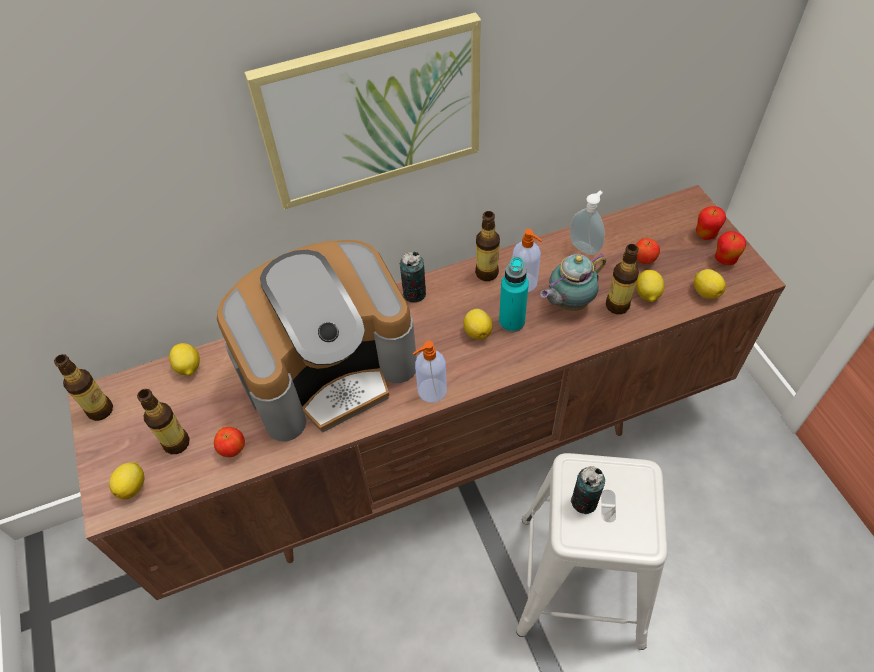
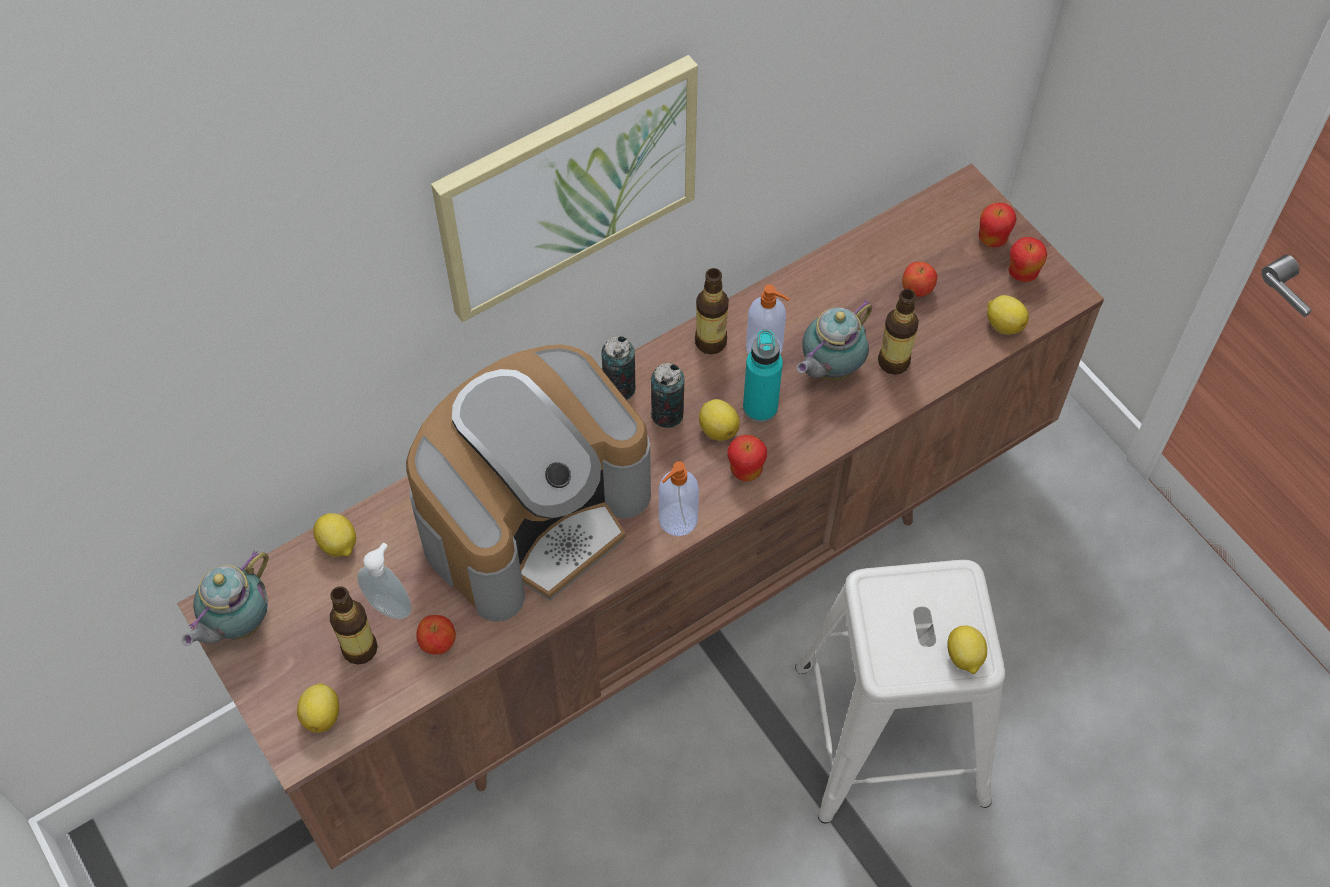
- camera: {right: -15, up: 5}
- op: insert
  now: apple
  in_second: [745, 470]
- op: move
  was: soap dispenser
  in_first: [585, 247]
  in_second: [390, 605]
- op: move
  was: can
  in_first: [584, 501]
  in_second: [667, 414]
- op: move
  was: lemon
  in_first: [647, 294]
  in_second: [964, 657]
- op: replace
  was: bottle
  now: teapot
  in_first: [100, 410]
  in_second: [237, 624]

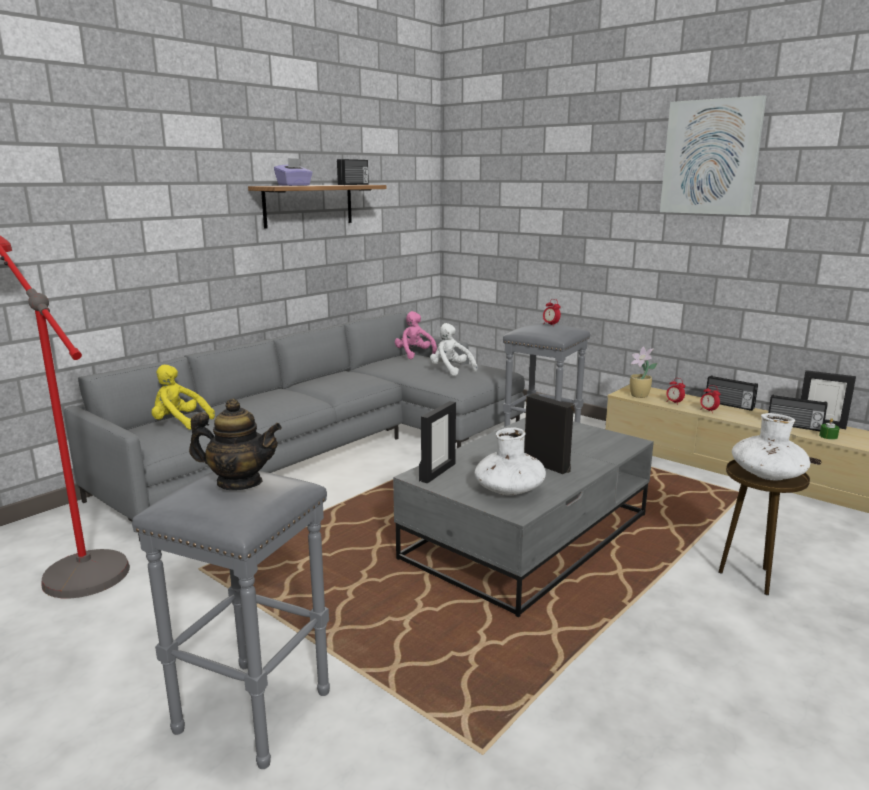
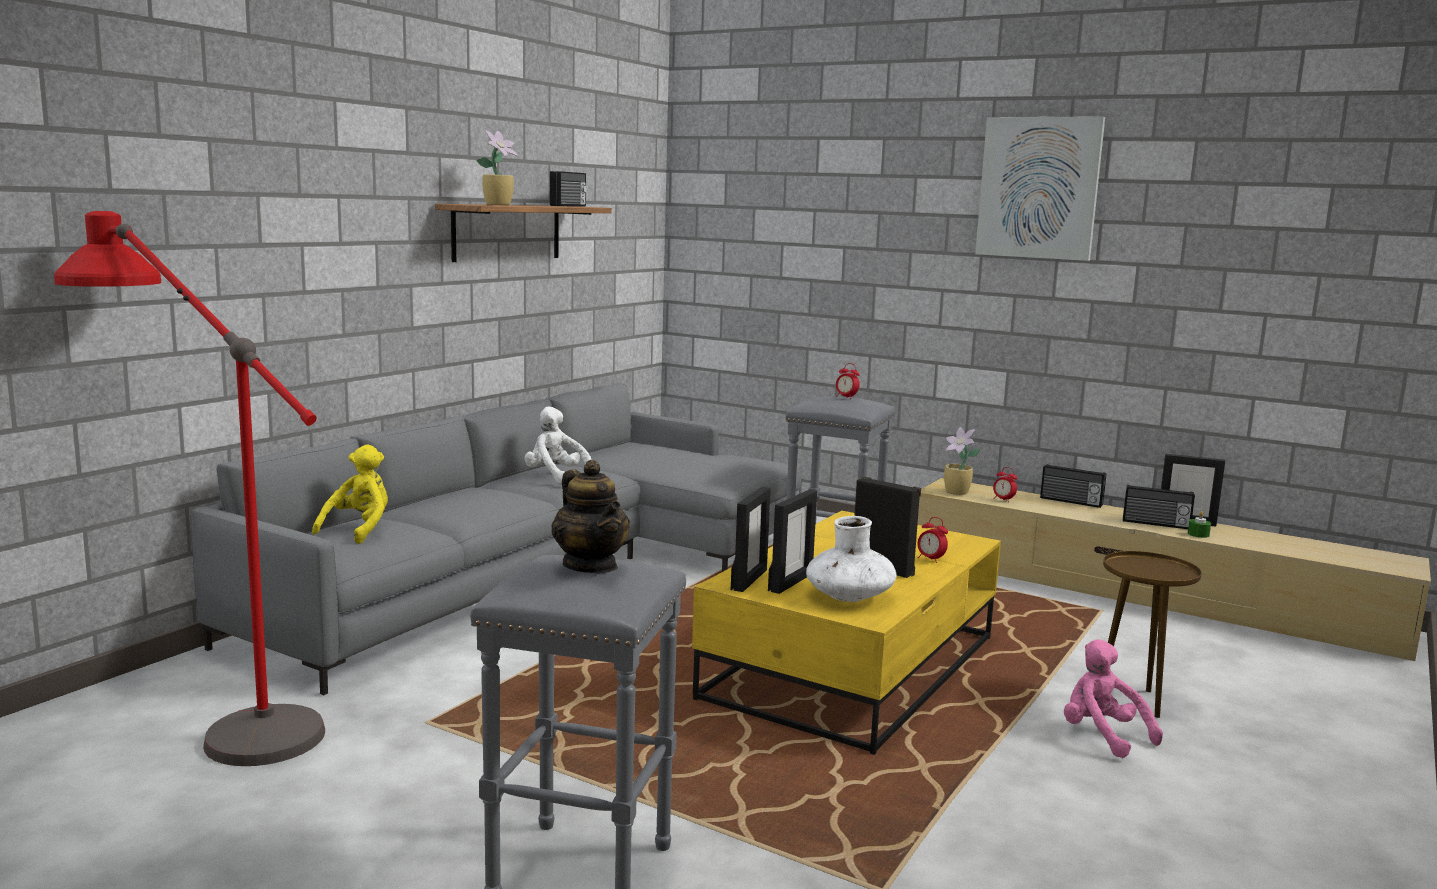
- camera: {right: -10, up: -5}
- op: delete
  was: vase/white
  in_first: [767, 475]
- op: insert
  now: picture frame
  in_second: [790, 582]
- op: move
  was: plush toy/pink
  in_first: [414, 355]
  in_second: [1102, 735]
- op: move
  was: plush toy/white
  in_first: [450, 370]
  in_second: [556, 477]
- op: move
  was: alarm clock
  in_first: [708, 411]
  in_second: [930, 559]
- op: replace
  was: tissue box/purple
  now: potted plant
  in_first: [294, 185]
  in_second: [499, 205]
- op: recolor
  was: coffee table/grey
  now: coffee table/yellow
  in_first: [528, 535]
  in_second: [852, 667]
- op: rotate
  was: plush toy/yellow
  in_first: [179, 423]
  in_second: [359, 530]
  clockwise: 105
- op: rotate
  was: teapot
  in_first: [239, 482]
  in_second: [590, 566]
  clockwise: 60

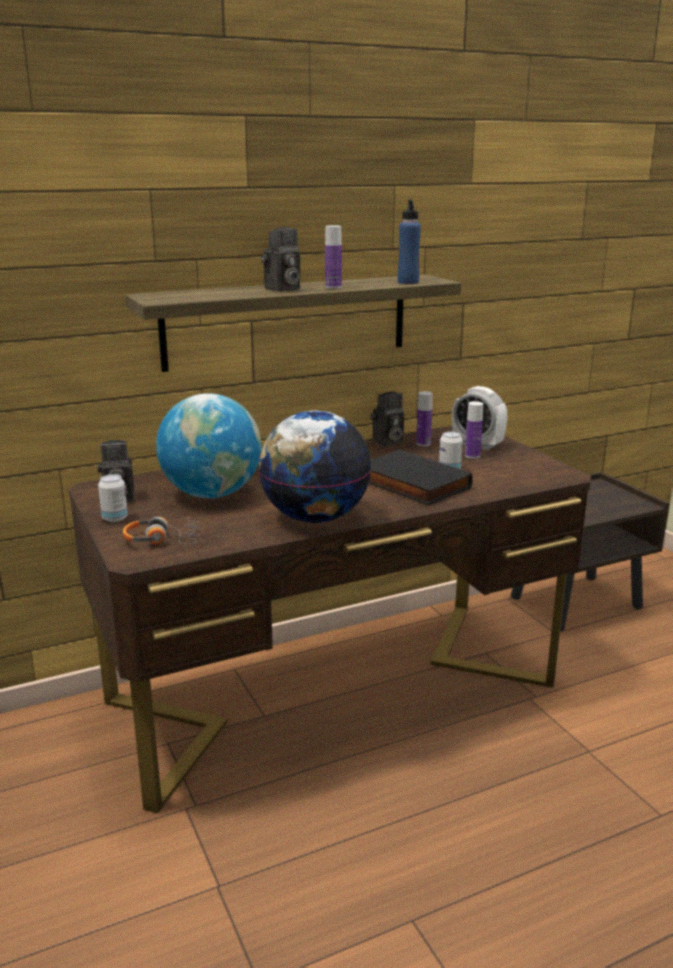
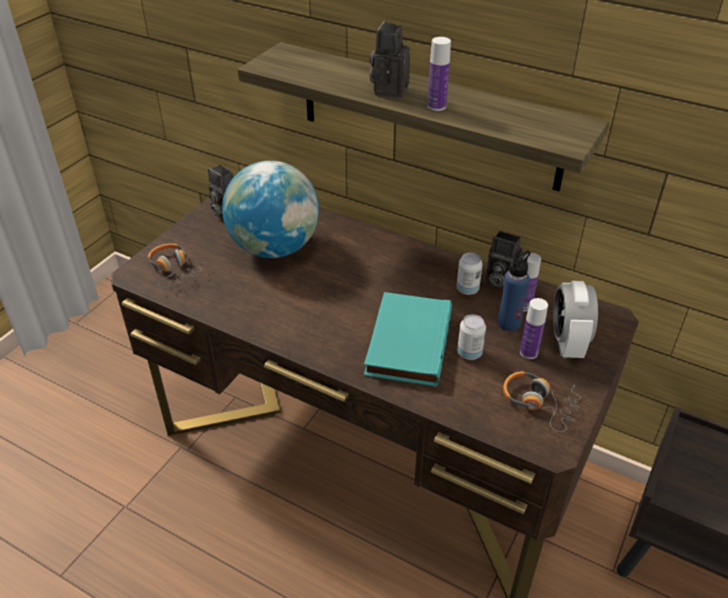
- camera: {right: 55, up: 20}
- op: delete
  was: globe
  in_first: [314, 518]
- op: insert
  now: headphones
  in_second: [539, 404]
- op: move
  was: can
  in_first: [115, 518]
  in_second: [467, 289]
- op: move
  was: bottle/blue
  in_first: [408, 282]
  in_second: [509, 323]
- op: recolor
  was: book/black
  now: book/turquoise
  in_first: [410, 484]
  in_second: [406, 342]
- op: rotate
  was: photo camera
  in_first: [282, 289]
  in_second: [389, 89]
  clockwise: 90

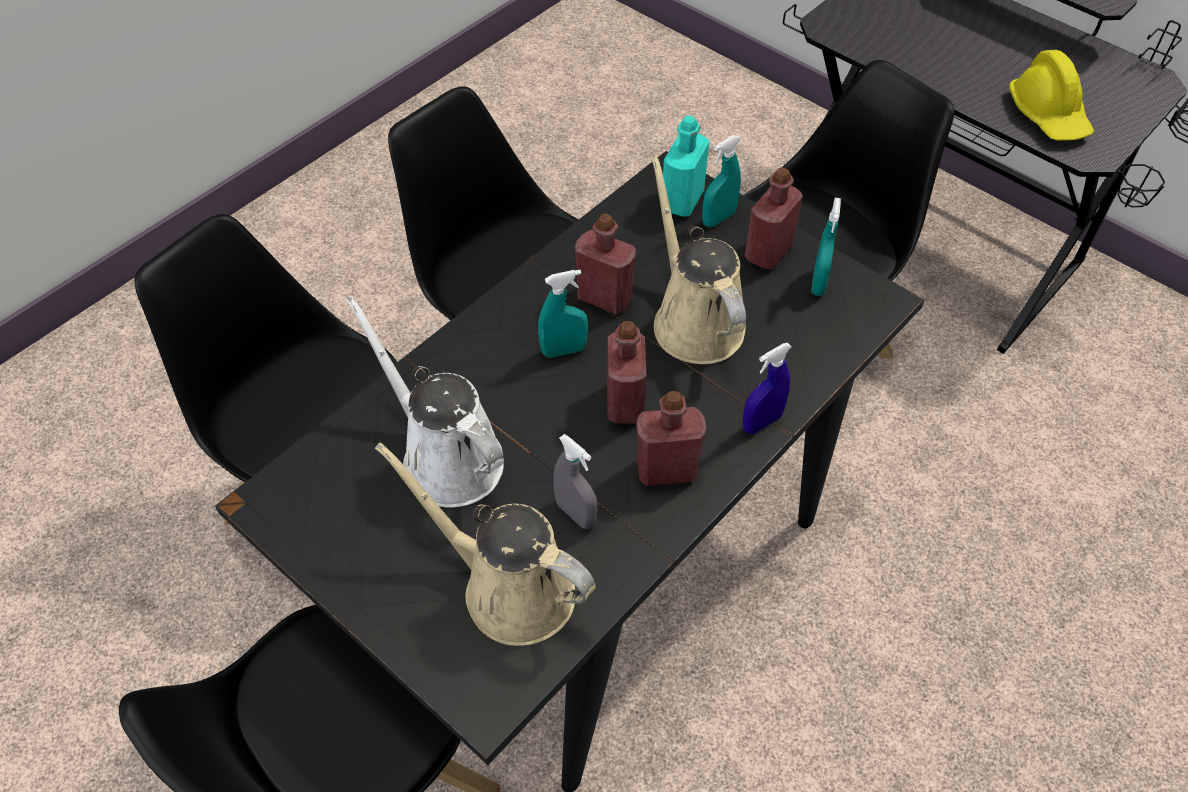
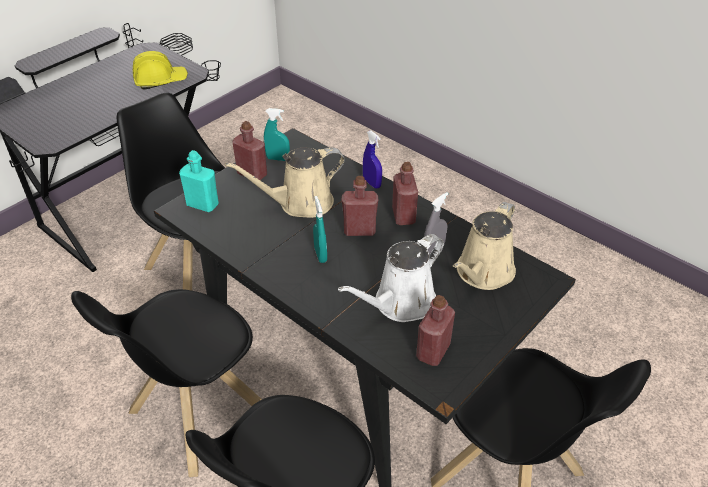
- camera: {right: -90, up: -10}
- op: delete
  was: spray bottle/turquoise
  in_first: [718, 218]
- op: move
  was: bottle/red
  in_first: [604, 298]
  in_second: [433, 351]

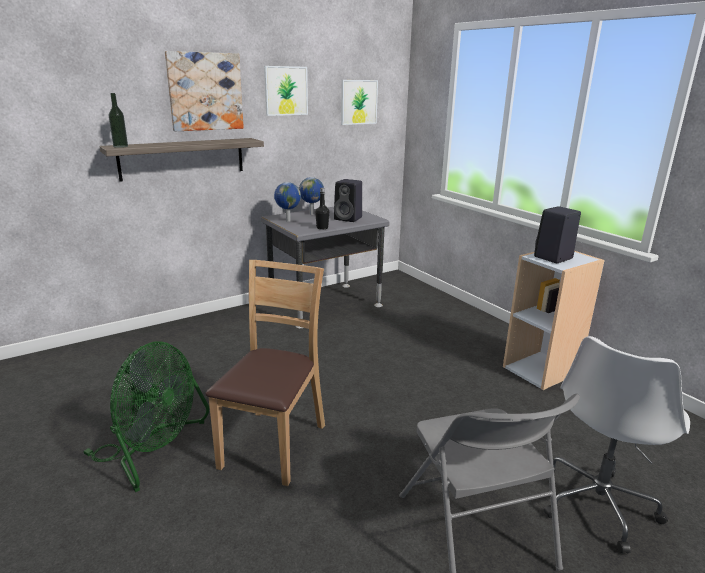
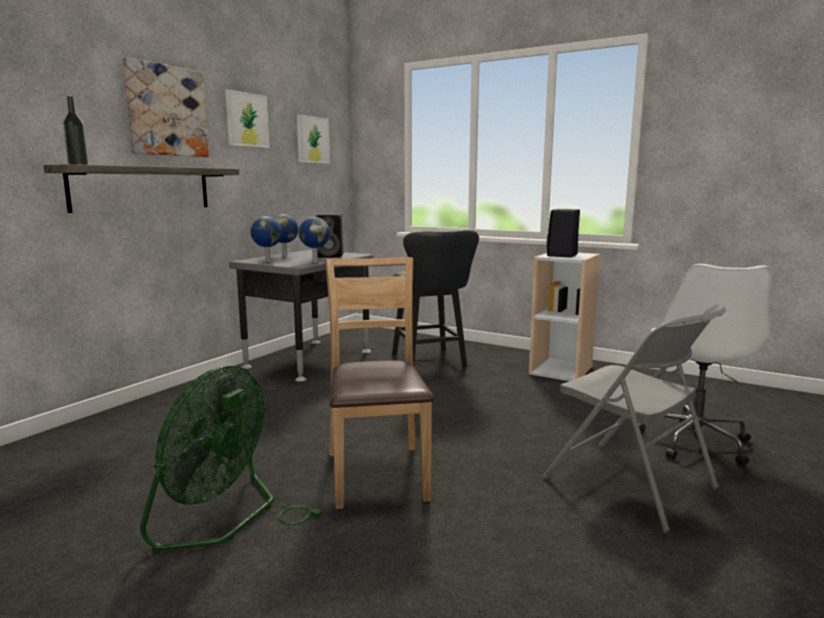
- camera: {right: -25, up: -10}
- op: insert
  now: stool/grey
  in_second: [431, 363]
- op: replace
  was: bottle/black
  now: globe
  in_first: [322, 228]
  in_second: [315, 262]
- op: rotate
  was: fan/green
  in_first: [151, 451]
  in_second: [236, 515]
  clockwise: -150

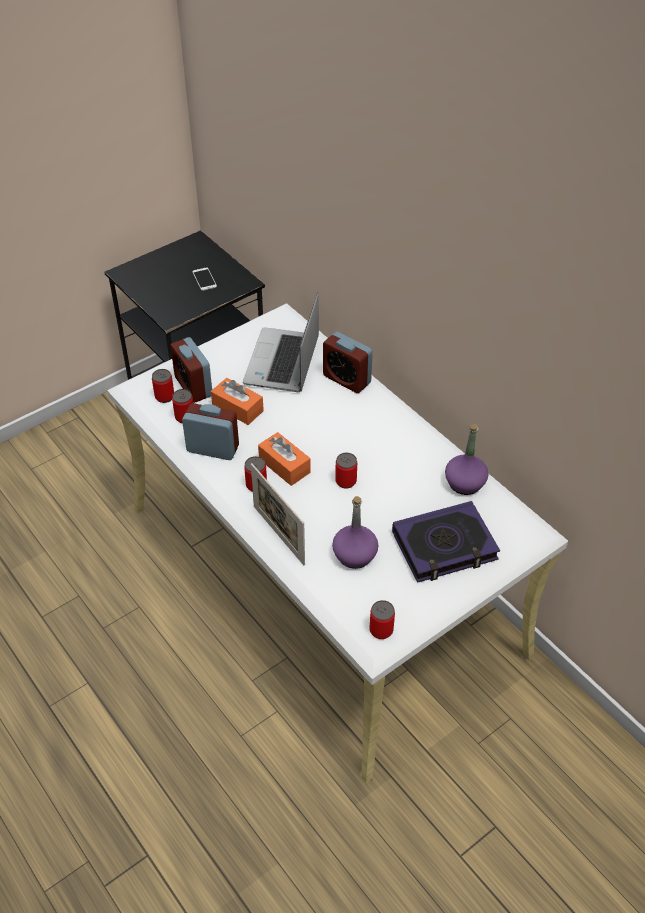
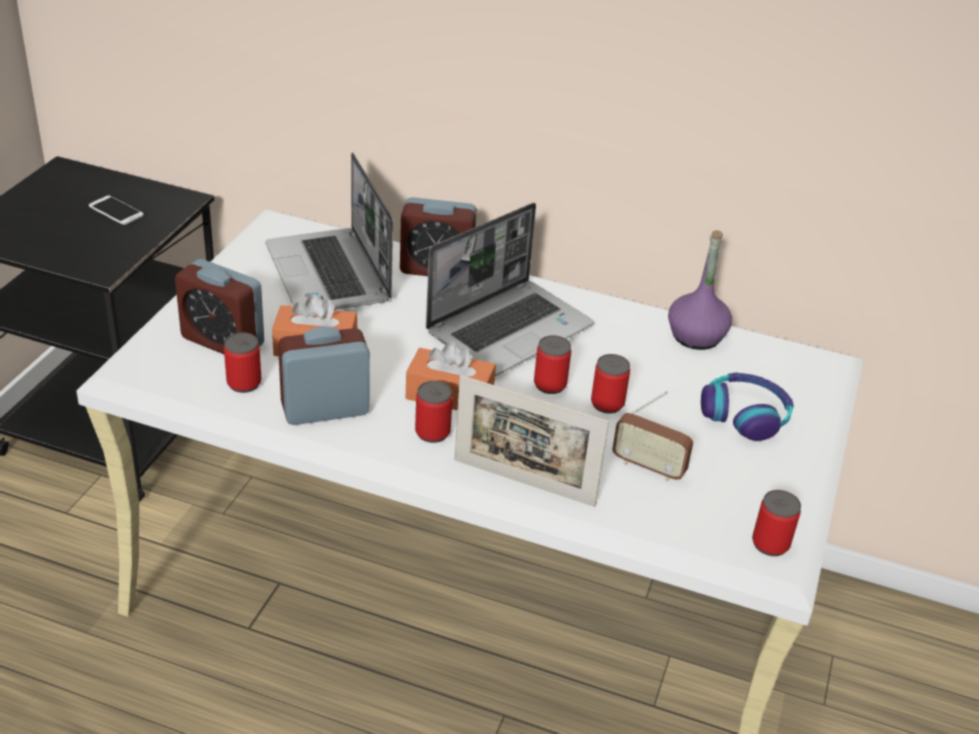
- camera: {right: -35, up: -10}
- op: insert
  now: laptop
  in_second: [510, 328]
- op: move
  was: can
  in_first: [164, 396]
  in_second: [607, 404]
- op: replace
  was: bottle/purple
  now: radio
  in_first: [355, 555]
  in_second: [648, 467]
- op: replace
  was: book
  now: headphones
  in_first: [444, 547]
  in_second: [745, 415]

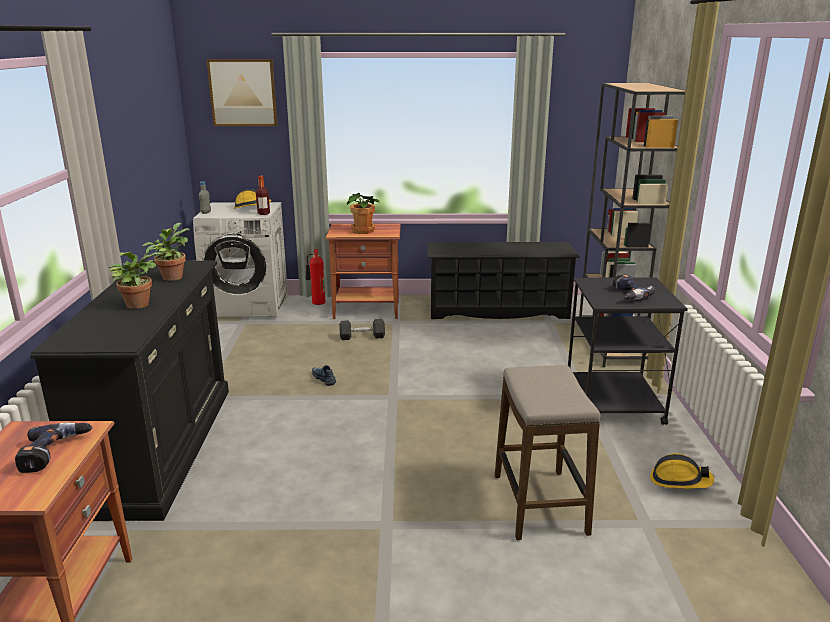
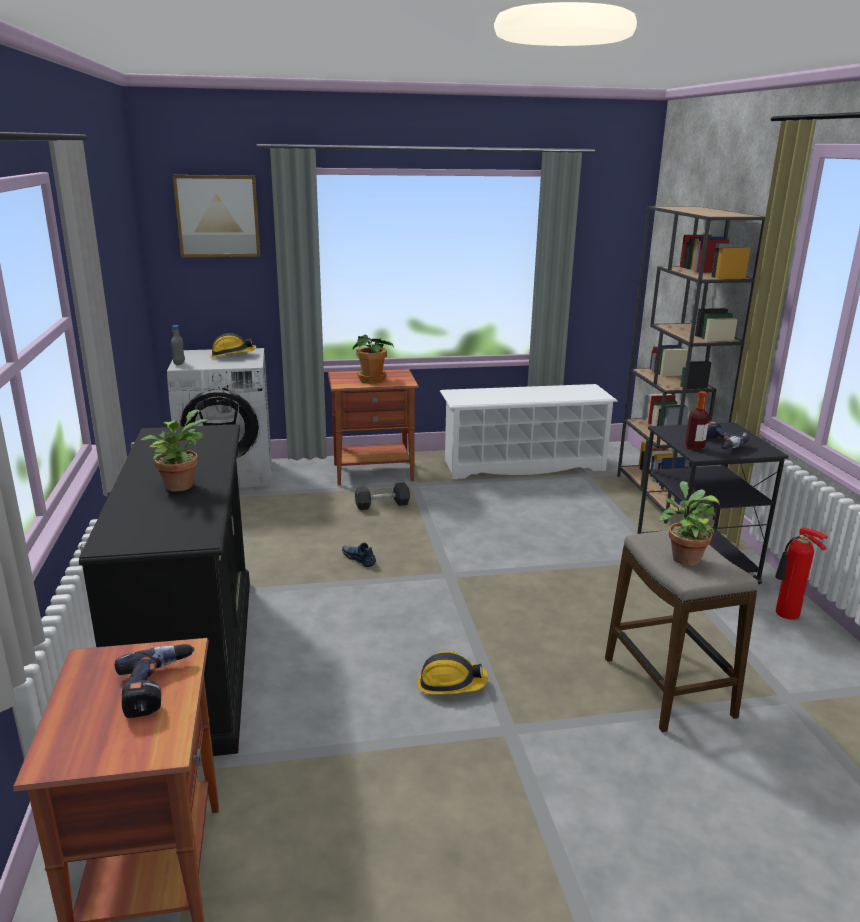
- camera: {right: -10, up: 0}
- op: move
  was: potted plant
  in_first: [172, 276]
  in_second: [683, 557]
- op: move
  was: bottle
  in_first: [263, 213]
  in_second: [694, 448]
- op: move
  was: fire extinguisher
  in_first: [317, 303]
  in_second: [787, 615]
- op: move
  was: hard hat
  in_first: [679, 481]
  in_second: [451, 684]
- op: recolor
  was: shoe rack/black
  now: shoe rack/white
  in_first: [498, 310]
  in_second: [523, 465]

